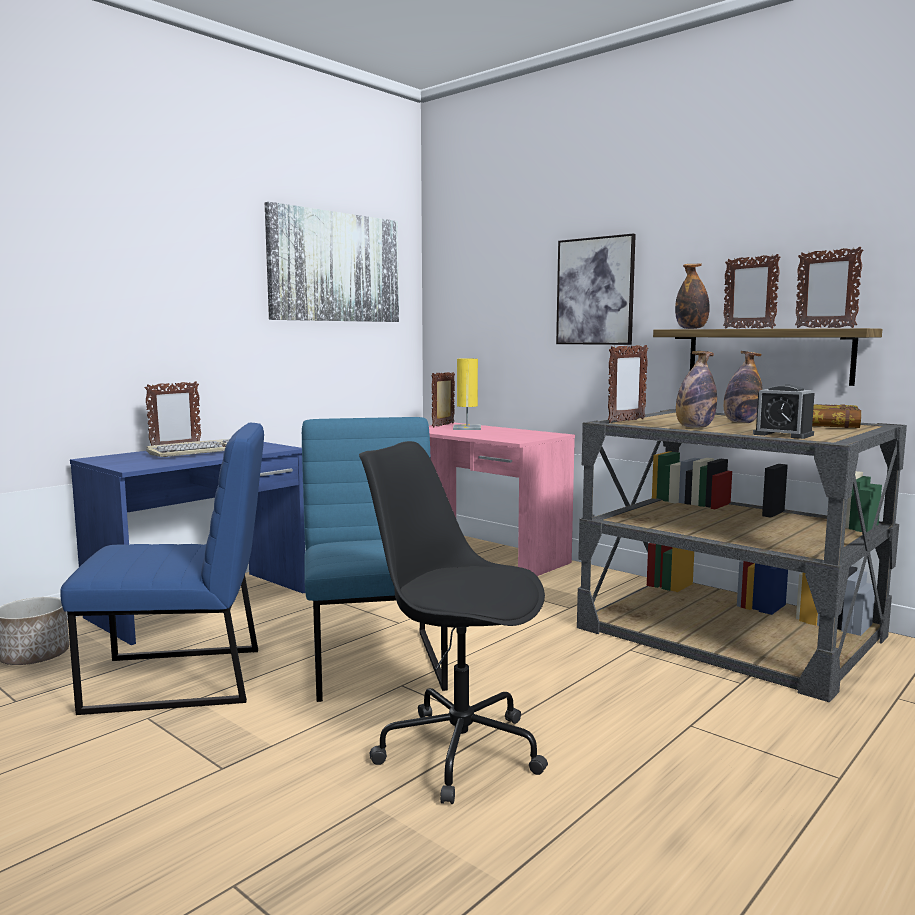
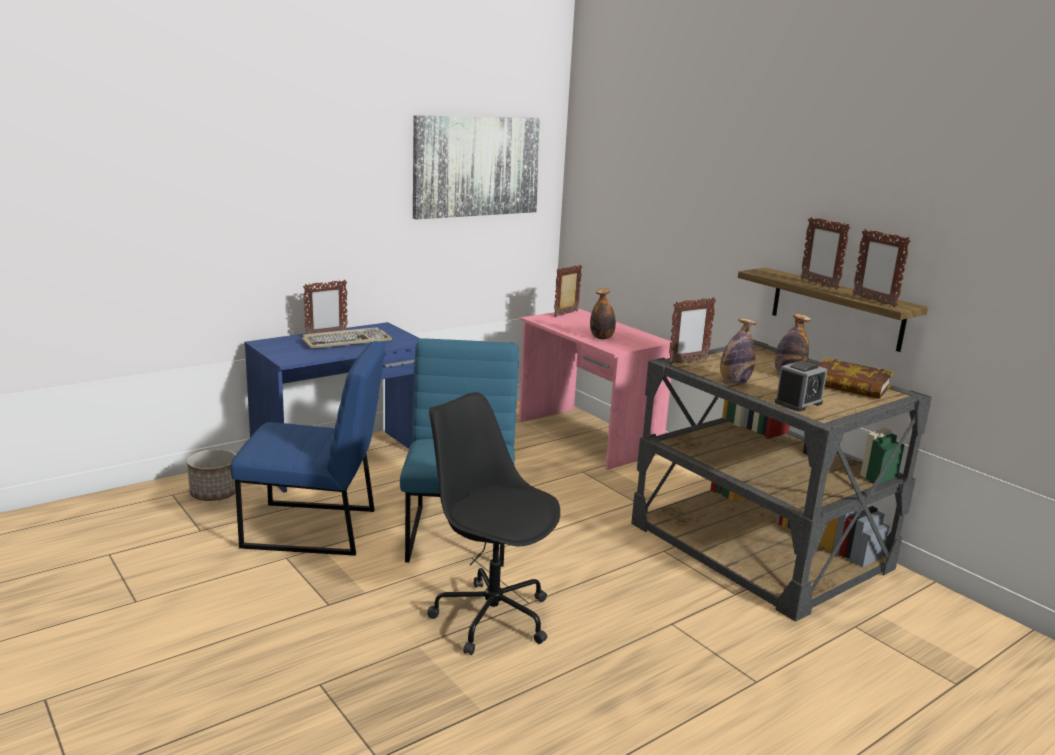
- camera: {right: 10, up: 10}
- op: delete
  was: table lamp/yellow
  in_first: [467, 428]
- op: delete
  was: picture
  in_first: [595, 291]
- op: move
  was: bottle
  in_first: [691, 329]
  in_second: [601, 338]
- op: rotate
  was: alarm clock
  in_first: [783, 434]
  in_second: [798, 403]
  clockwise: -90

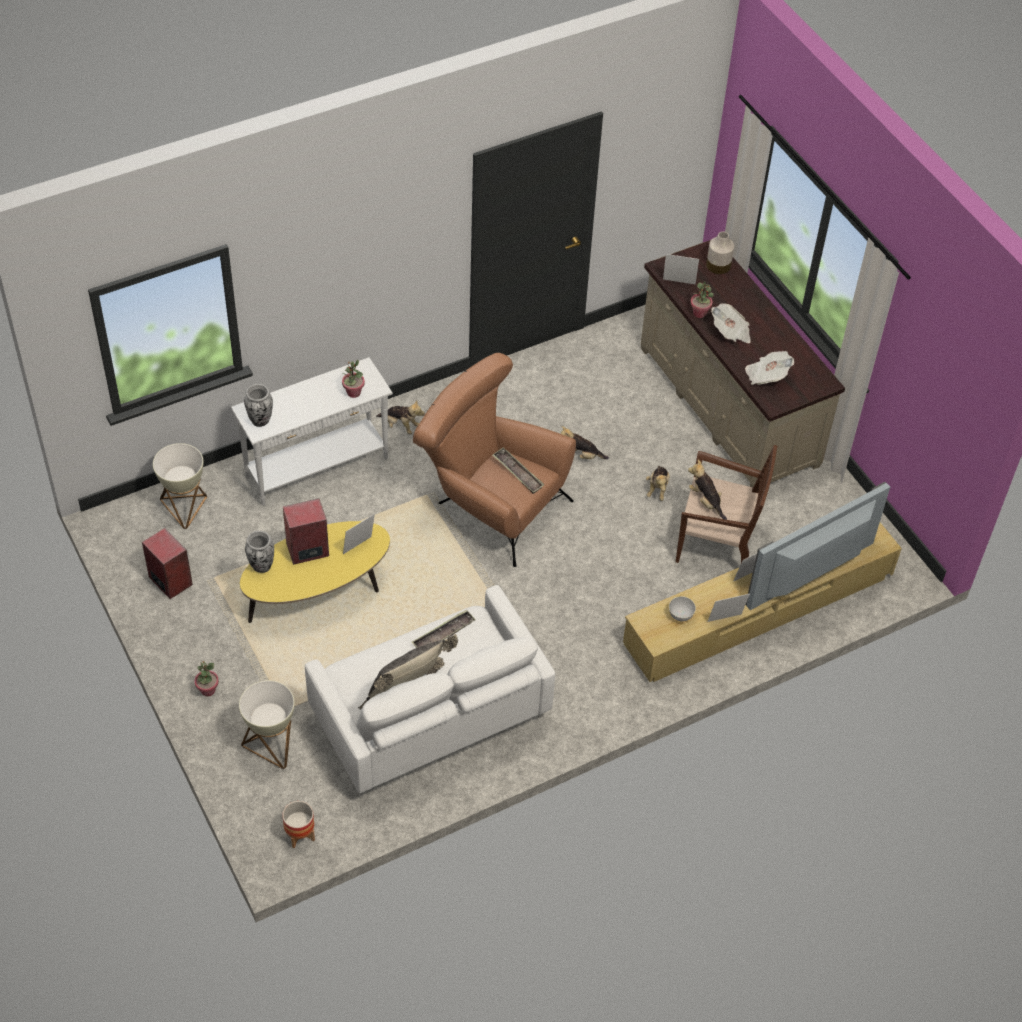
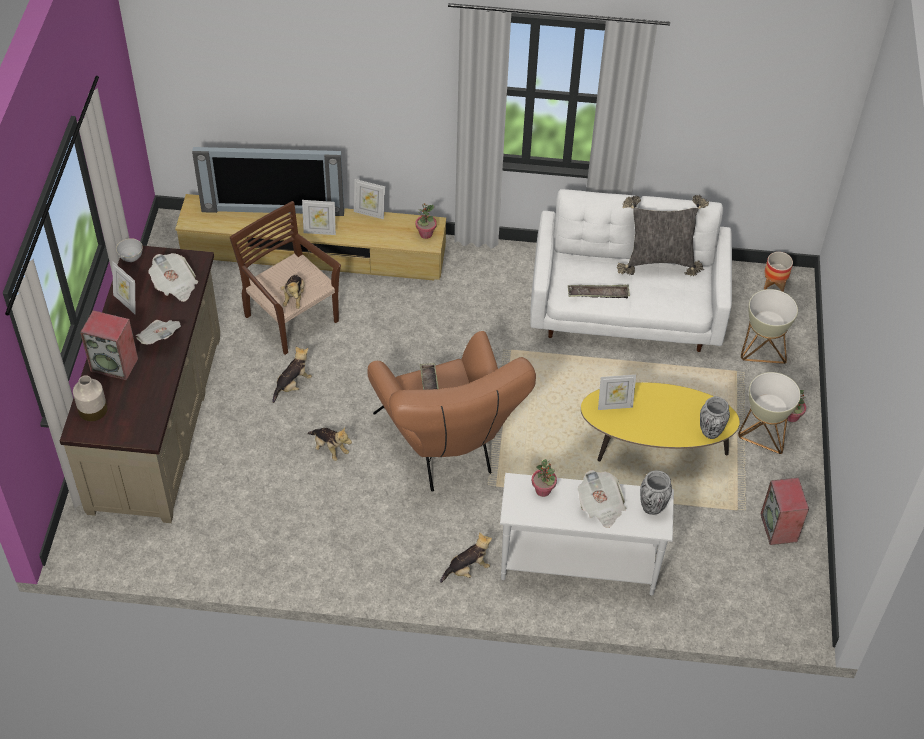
- camera: {right: -145, up: 0}
- op: insert
  now: newspaper
  in_second: [600, 506]
- op: move
  was: planter
  in_first: [185, 507]
  in_second: [762, 435]
- op: move
  was: speaker
  in_first: [307, 550]
  in_second: [115, 364]
- op: move
  was: picture frame
  in_first: [678, 284]
  in_second: [127, 302]
- op: move
  was: bowl/grey
  in_first: [680, 615]
  in_second: [131, 257]
- op: move
  was: potted plant
  in_first: [699, 313]
  in_second: [425, 234]
- op: rotate
  was: plush toy
  in_first: [401, 426]
  in_second: [467, 569]
  clockwise: 90

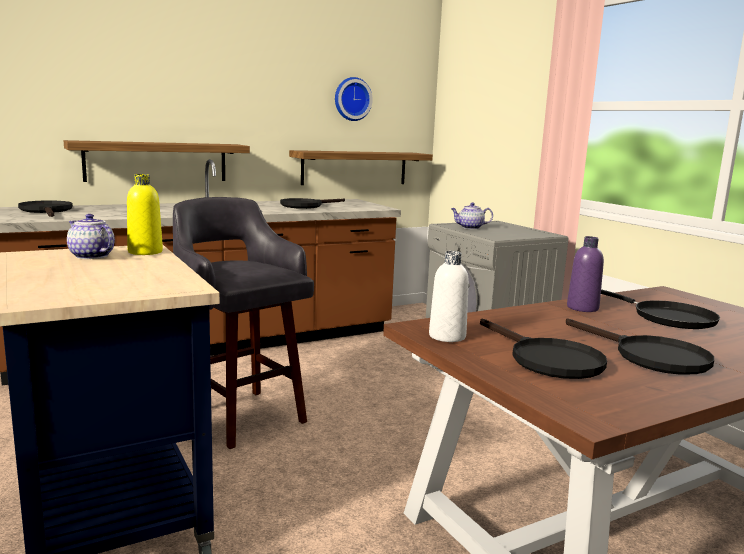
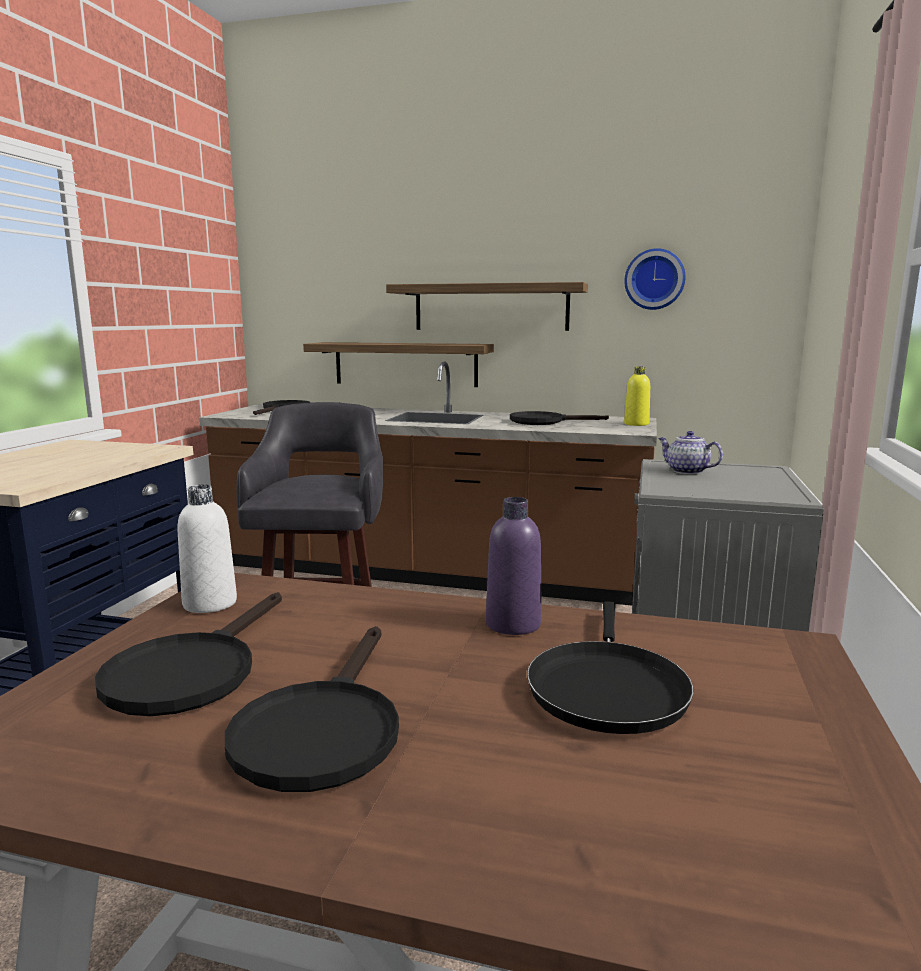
- camera: {right: 45, up: 0}
- op: delete
  was: teapot
  in_first: [90, 256]
- op: move
  was: bottle/yellow
  in_first: [145, 252]
  in_second: [636, 424]
- op: move
  was: shelf
  in_first: [355, 168]
  in_second: [491, 307]

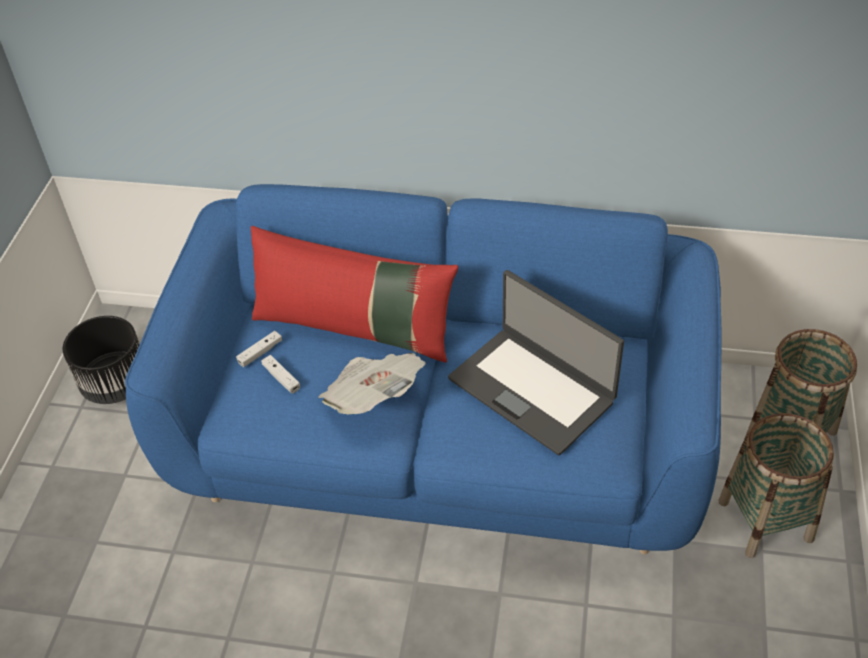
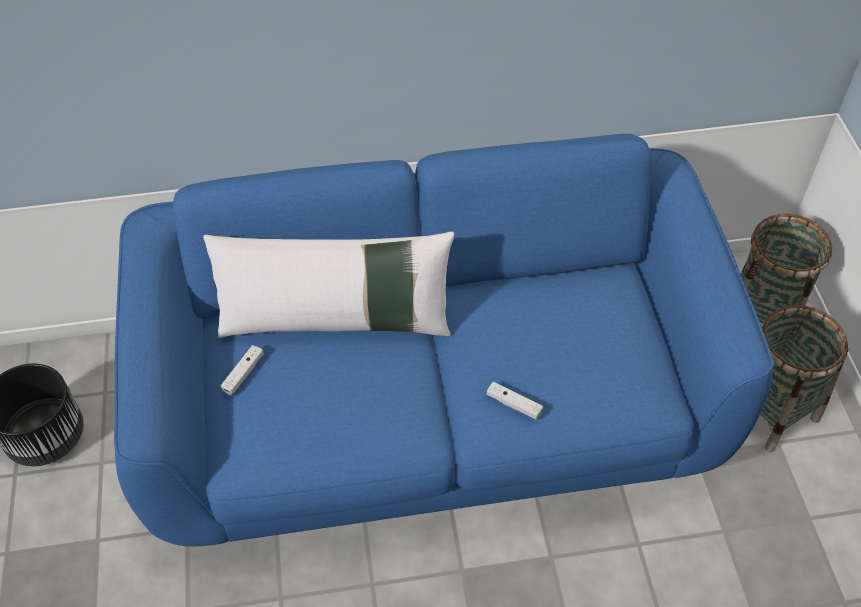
- camera: {right: -20, up: 5}
- op: delete
  was: newspaper
  in_first: [373, 398]
- op: delete
  was: laptop
  in_first: [532, 389]
- op: move
  was: game controller/white
  in_first: [281, 378]
  in_second: [514, 404]
- op: recolor
  was: pillow/red
  now: pillow/white
  in_first: [355, 328]
  in_second: [337, 321]

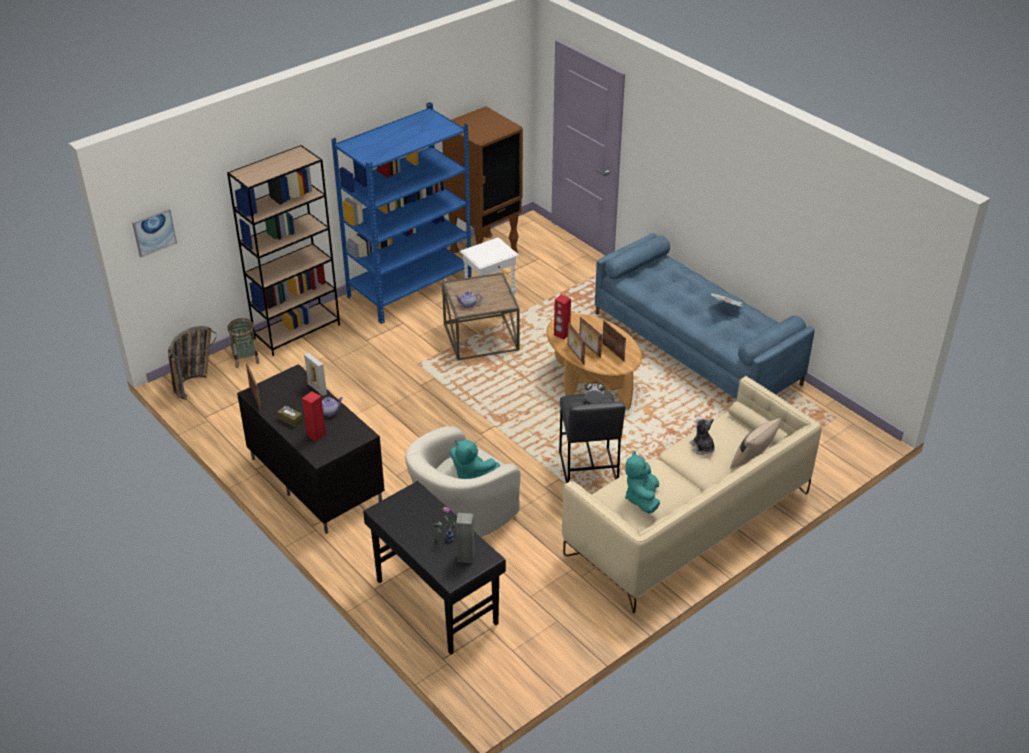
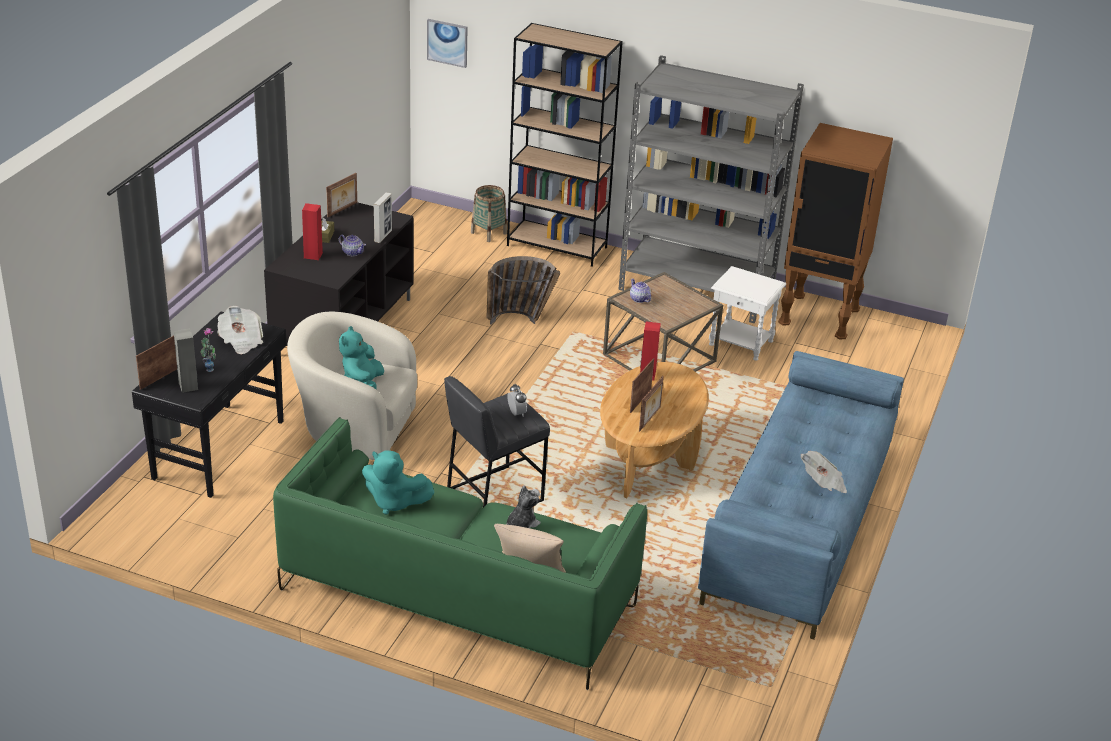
- camera: {right: 60, up: -5}
- op: insert
  now: newspaper
  in_second: [241, 341]
- op: move
  was: basket
  in_first: [195, 382]
  in_second: [521, 320]
- op: move
  was: picture frame
  in_first: [575, 354]
  in_second: [158, 378]
- op: recolor
  was: bookcase/blue
  now: bookcase/grey
  in_first: [410, 289]
  in_second: [697, 289]
- op: recolor
  was: sofa/beige
  now: sofa/green
  in_first: [687, 524]
  in_second: [456, 597]
- op: rotate
  was: plush toy/turquoise
  in_first: [642, 498]
  in_second: [394, 502]
  clockwise: -135

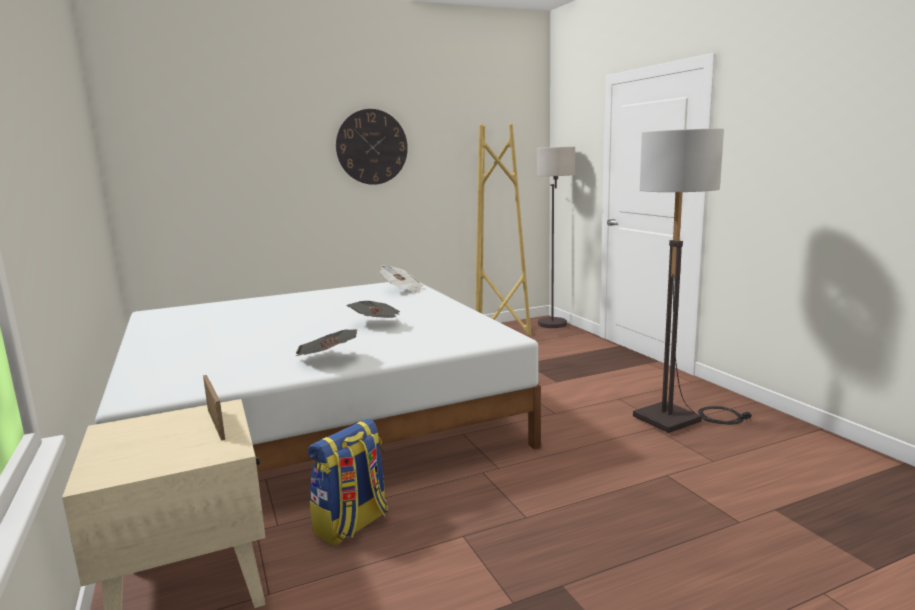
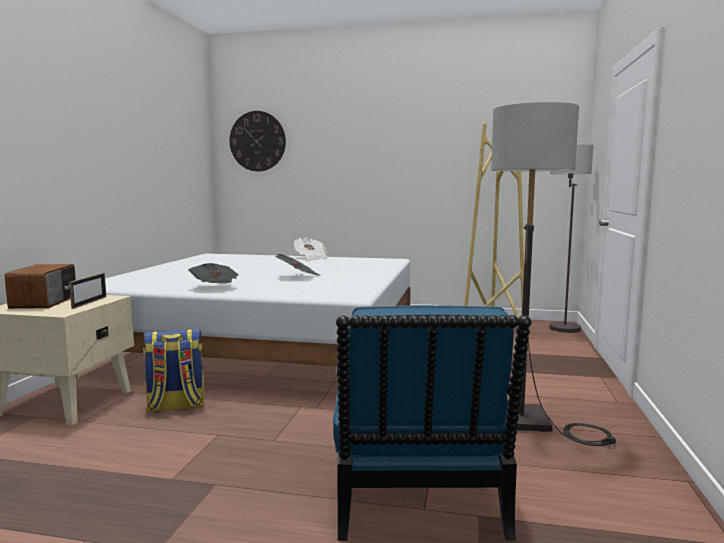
- camera: {right: 35, up: -5}
- op: insert
  now: radio
  in_second: [45, 302]
- op: insert
  now: armchair/blue
  in_second: [416, 493]
- op: move
  was: wall clock
  in_first: [372, 147]
  in_second: [257, 141]
- op: move
  was: newspaper
  in_first: [402, 290]
  in_second: [310, 258]

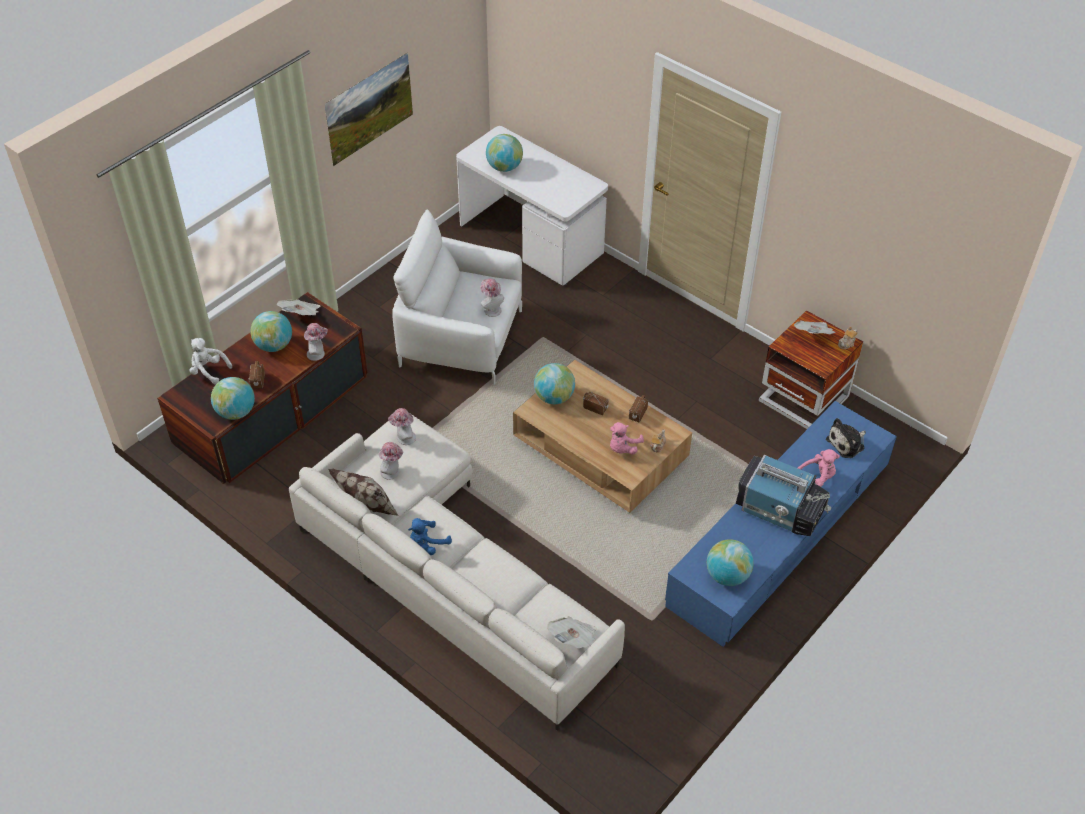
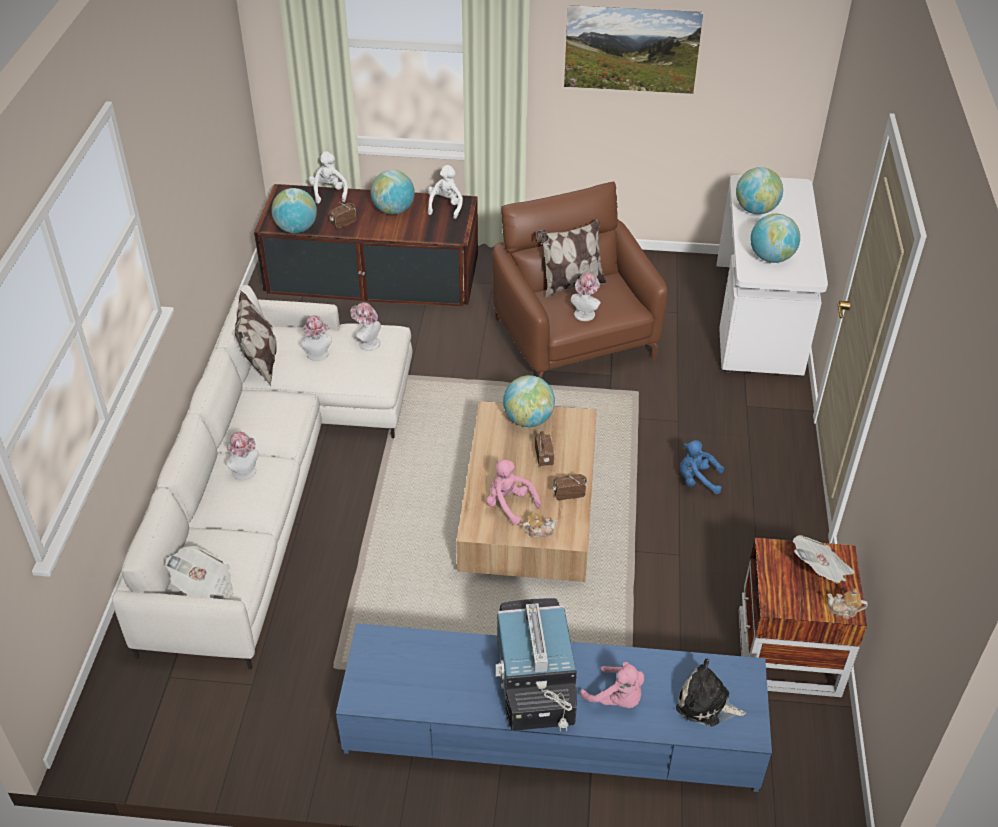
- camera: {right: 55, up: -5}
- op: insert
  now: pillow
  in_second: [570, 284]
- op: move
  was: hat
  in_first: [318, 353]
  in_second: [246, 473]
- op: move
  was: plush toy/blue
  in_first: [427, 545]
  in_second: [697, 480]
- op: move
  was: globe
  in_first: [727, 576]
  in_second: [771, 258]
- op: replace
  was: newspaper
  now: plush toy/white
  in_first: [301, 315]
  in_second: [445, 206]
- op: recolor
  was: armchair/white
  now: armchair/brown
  in_first: [461, 338]
  in_second: [574, 339]
- op: rotate
  was: plush toy/pink
  in_first: [622, 448]
  in_second: [509, 505]
  clockwise: 45

